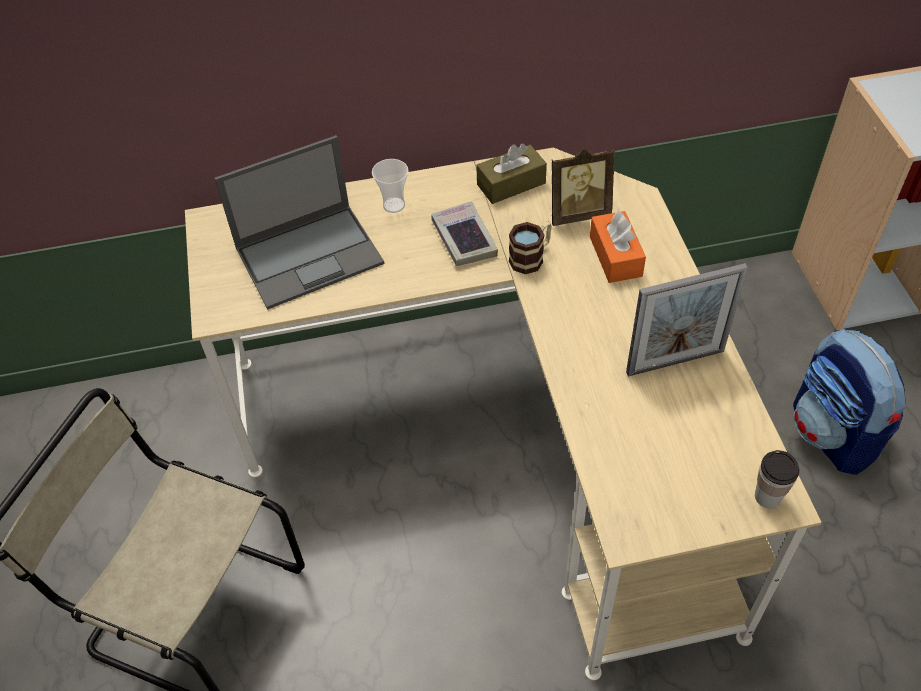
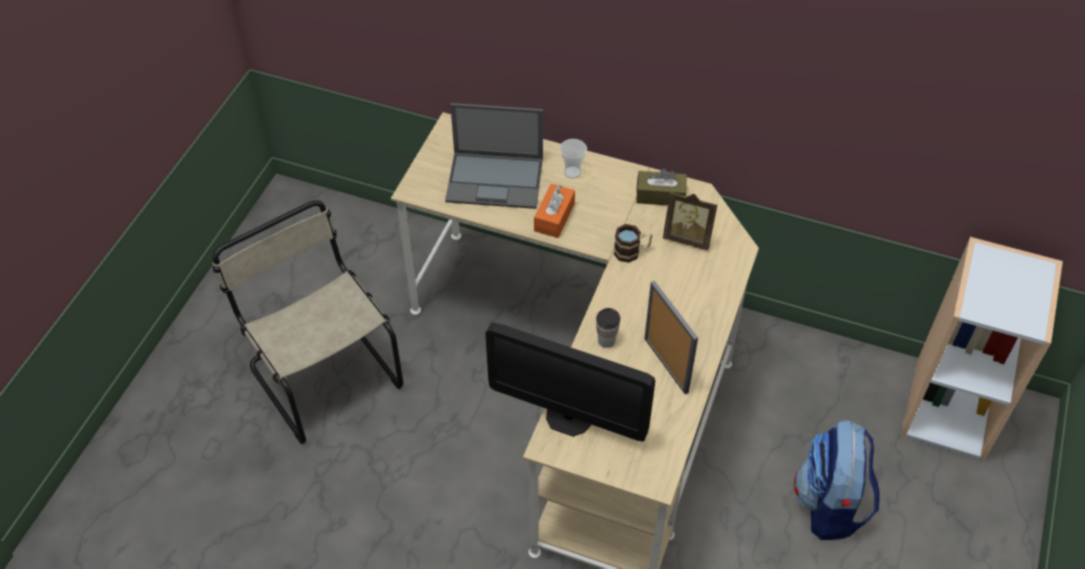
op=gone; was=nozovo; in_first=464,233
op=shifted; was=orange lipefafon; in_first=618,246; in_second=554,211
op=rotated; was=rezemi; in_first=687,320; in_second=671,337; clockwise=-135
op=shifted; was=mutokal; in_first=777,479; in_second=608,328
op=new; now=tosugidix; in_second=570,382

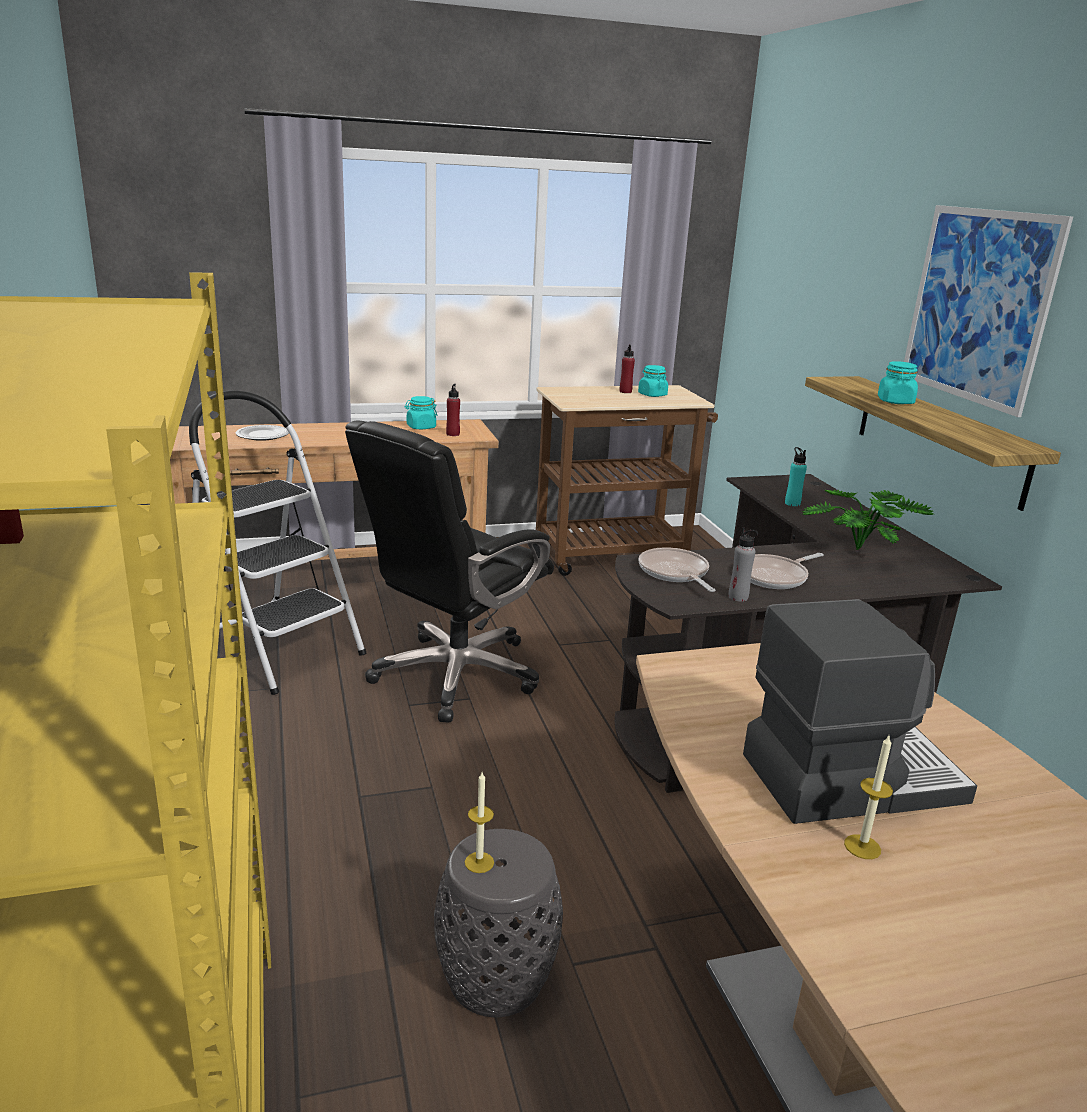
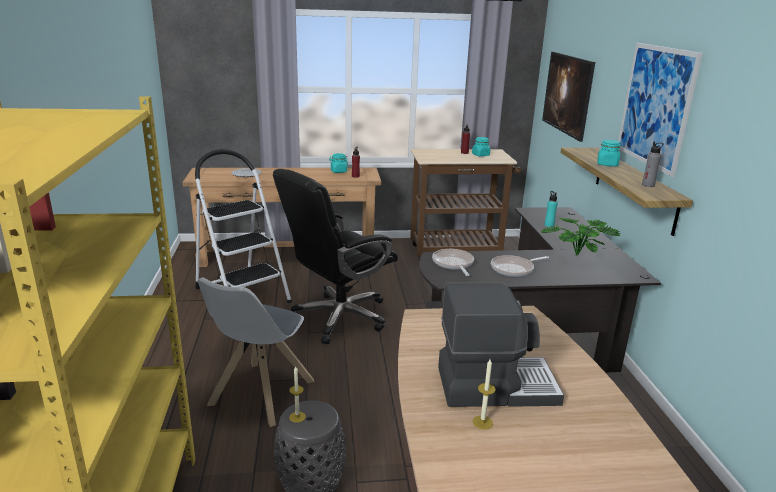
op=shifted; was=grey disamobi; in_first=743,564; in_second=652,164
op=new; now=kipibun; in_second=568,97
op=new; now=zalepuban; in_second=256,352

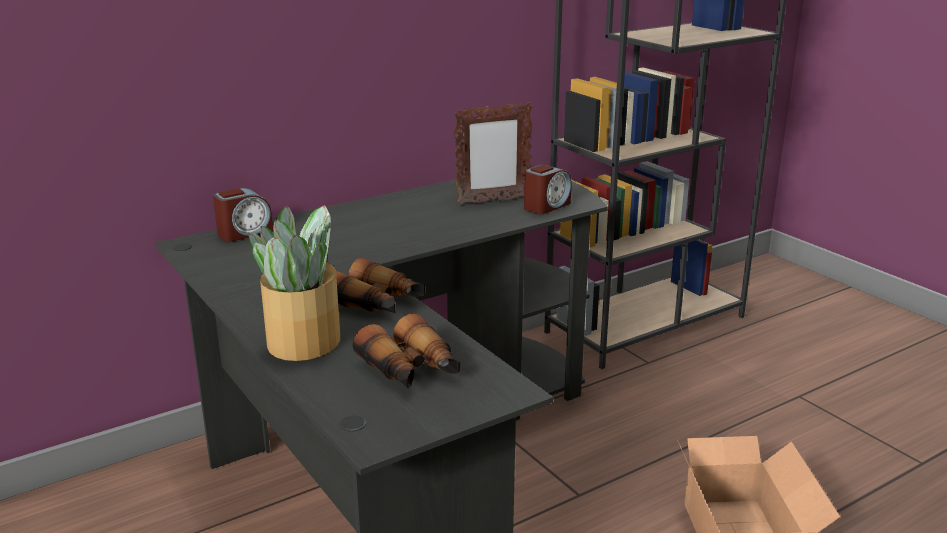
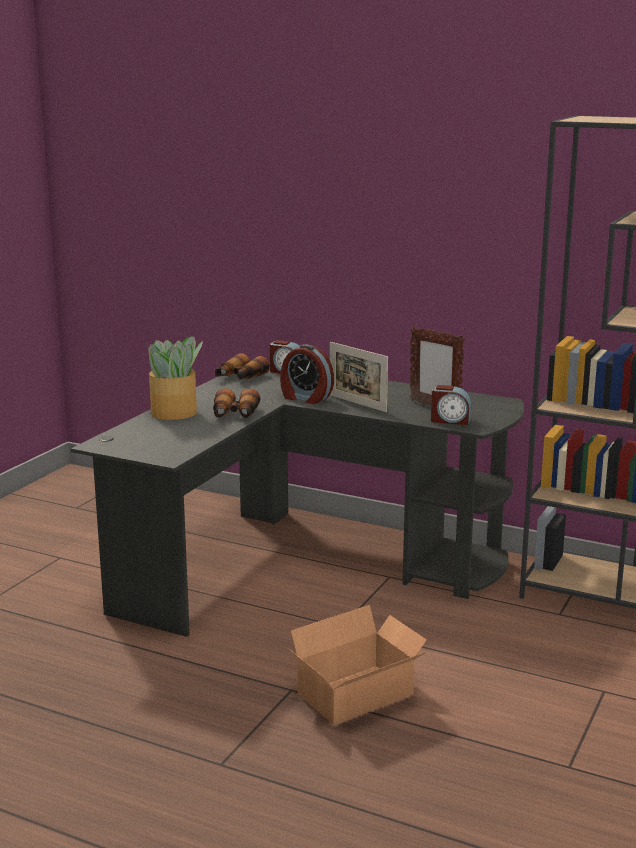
op=shifted; was=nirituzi; in_first=406,351; in_second=242,366
op=new; now=rezemi; in_second=359,377
op=new; now=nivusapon; in_second=307,374

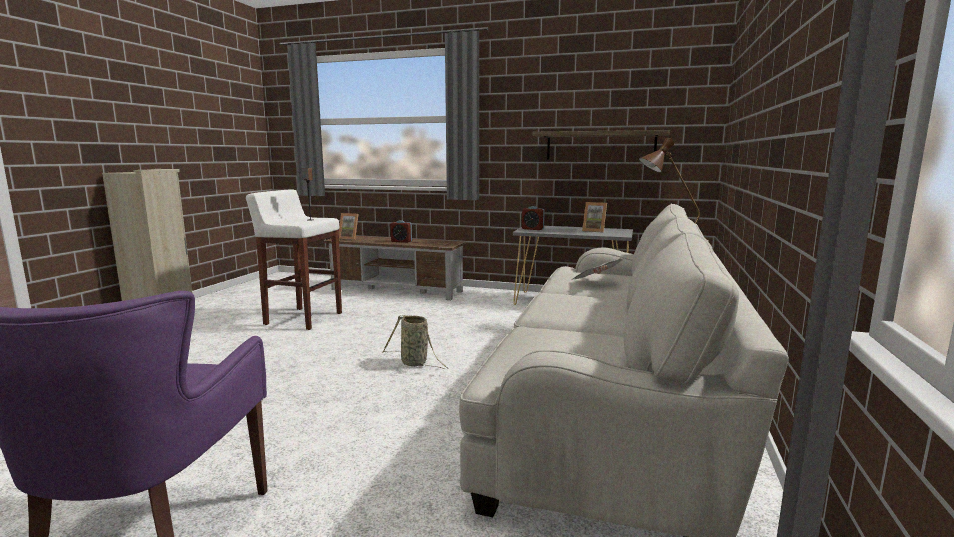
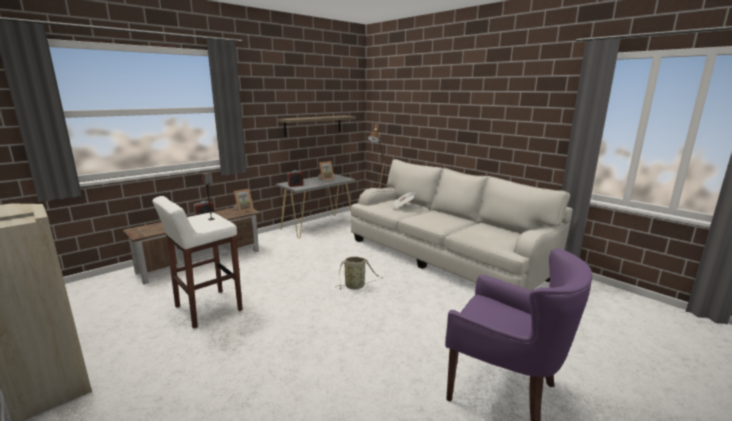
op=shifted; was=rezemi; in_first=348,226; in_second=244,201

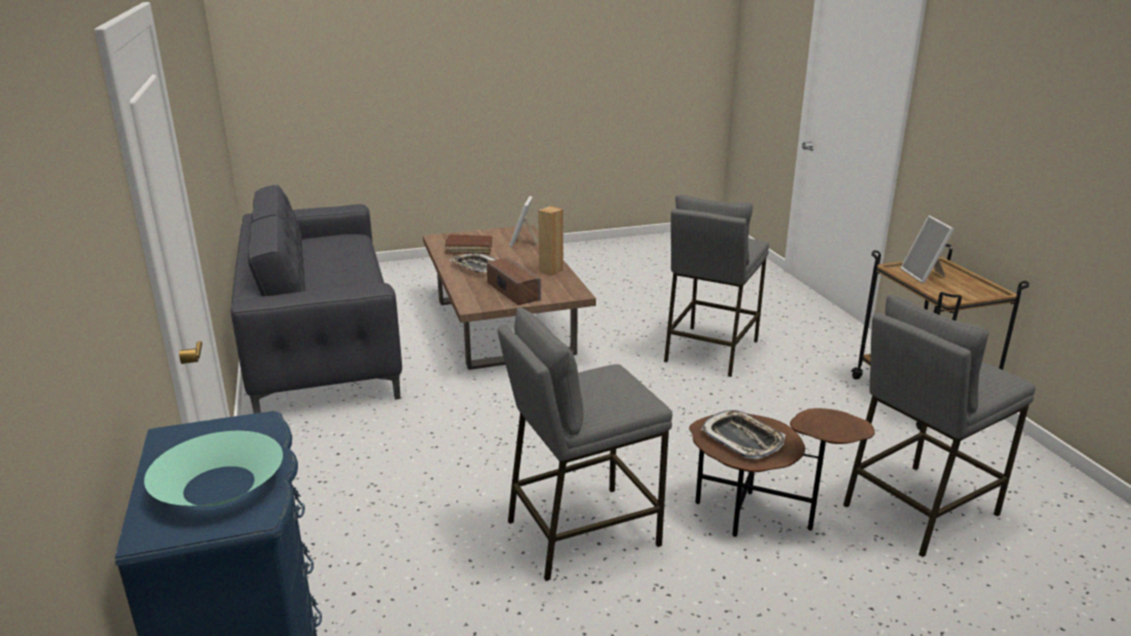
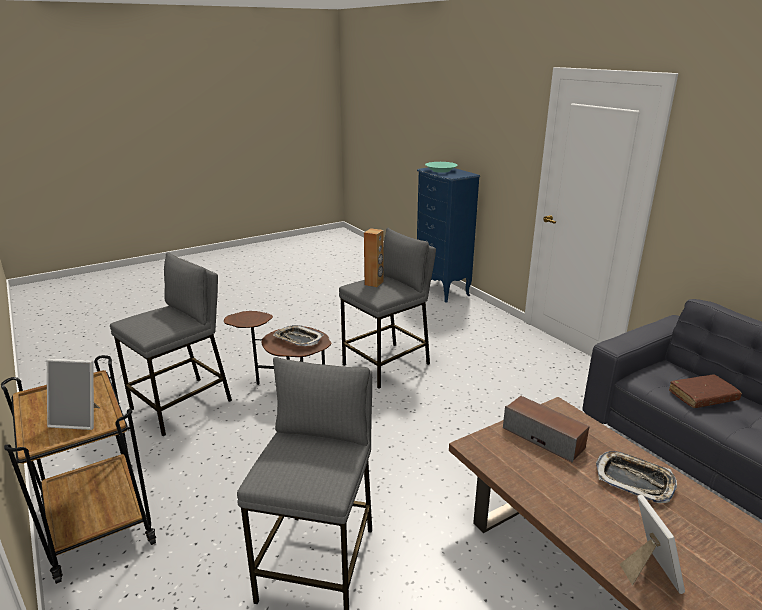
op=shifted; was=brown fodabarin; in_first=550,241; in_second=374,257
op=rotated; was=rezemi; in_first=927,250; in_second=73,394; clockwise=120
op=shifted; was=brown nozovo; in_first=468,244; in_second=705,391

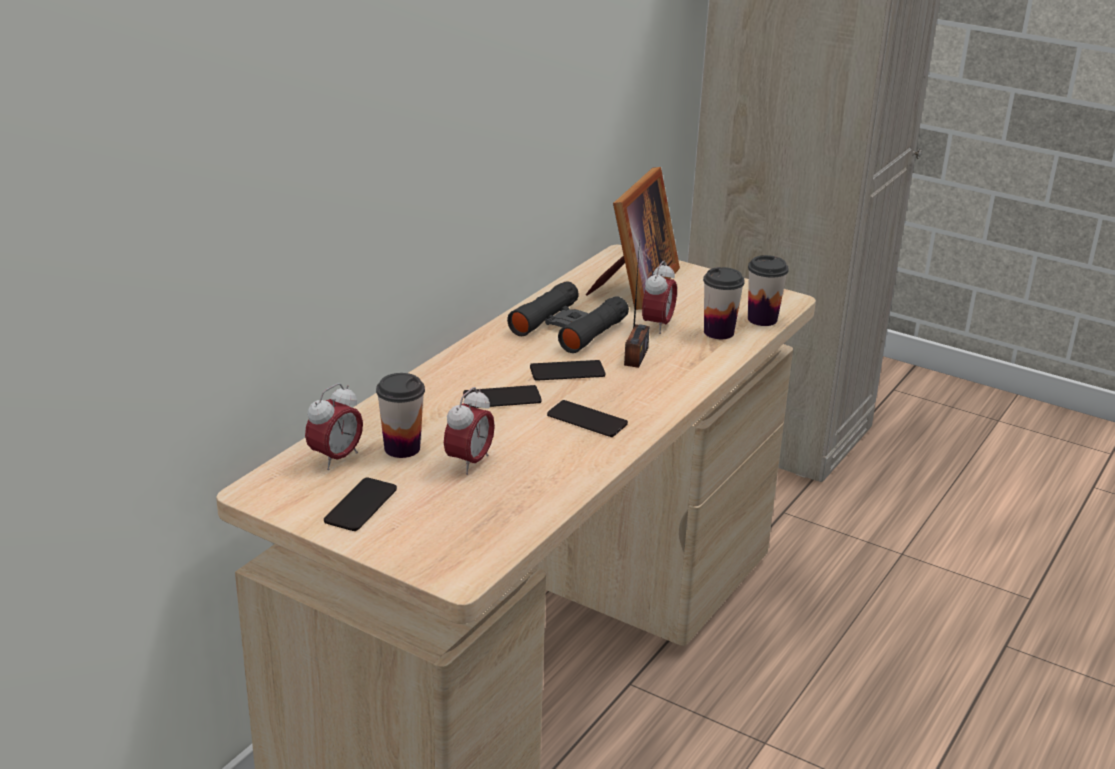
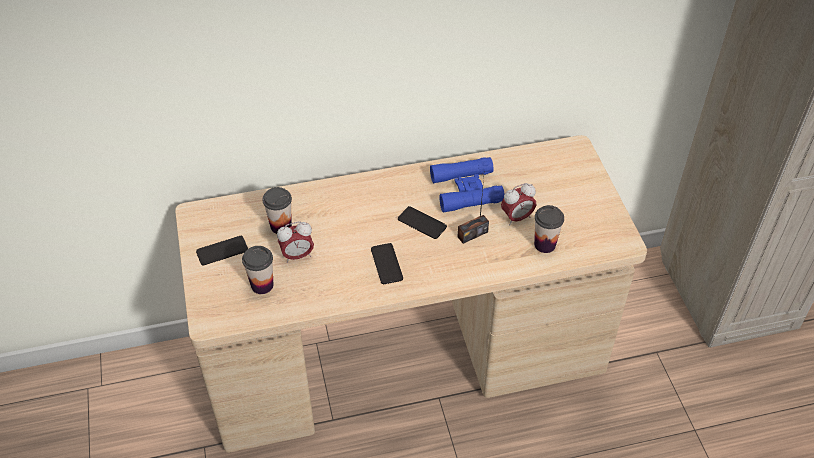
op=gone; was=rezemi; in_first=633,238
op=shifted; was=mutokal; in_first=768,290; in_second=258,270
op=repainted; was=black nirituzi; now=blue nirituzi; in_first=568,317; in_second=467,185
op=gone; was=nivusapon; in_first=334,426
op=gone; was=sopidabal; in_first=502,396

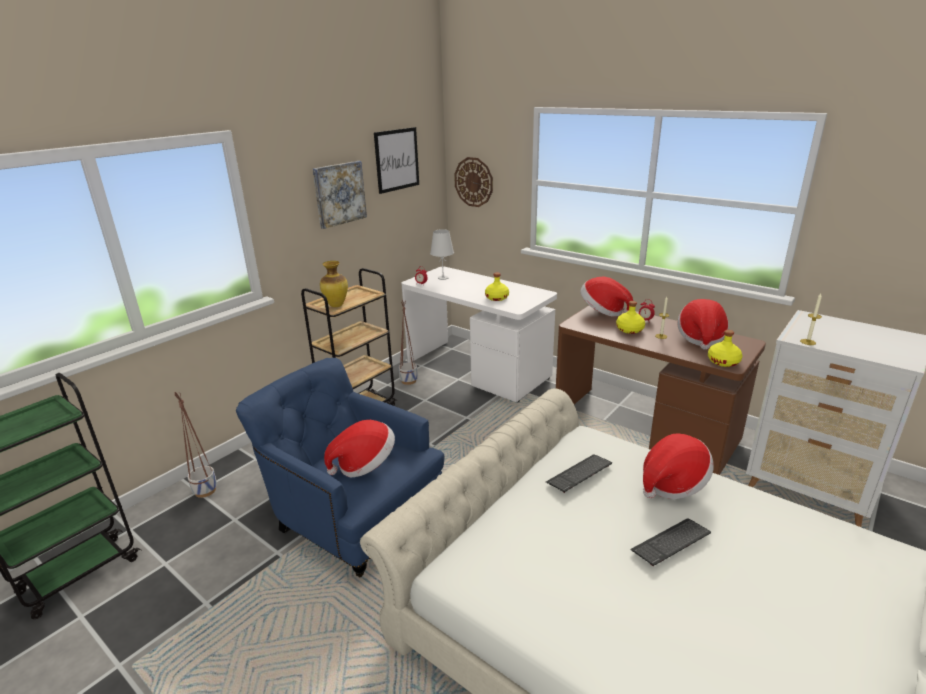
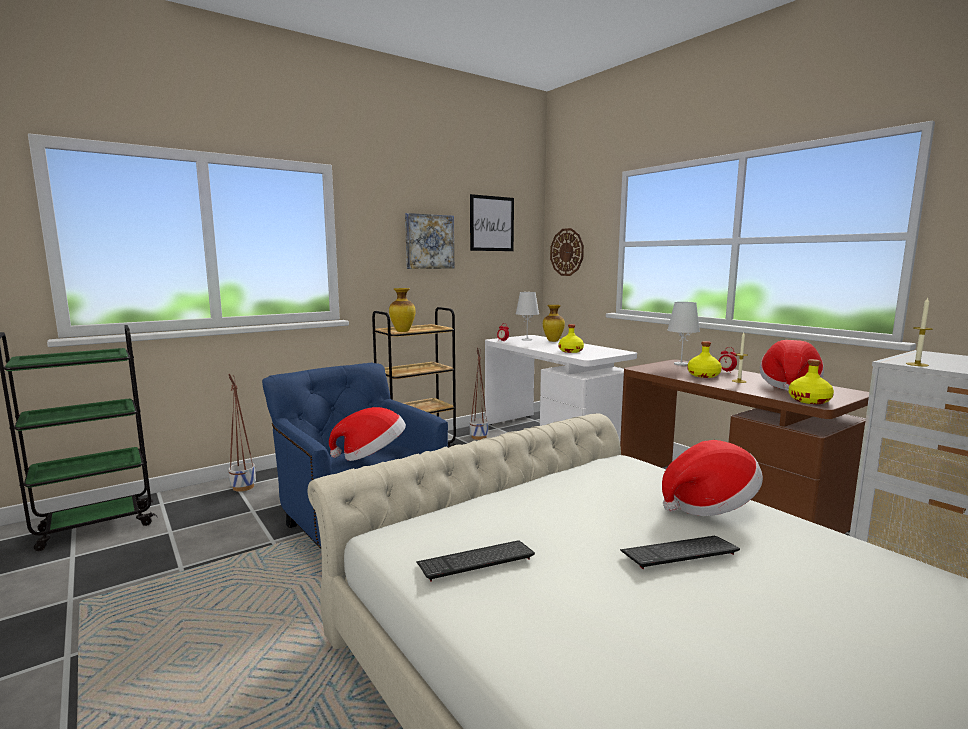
op=swapped; was=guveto; now=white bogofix; in_first=606,297; in_second=683,334
op=shifted; was=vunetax; in_first=579,473; in_second=475,560
op=new; now=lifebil; in_second=554,323

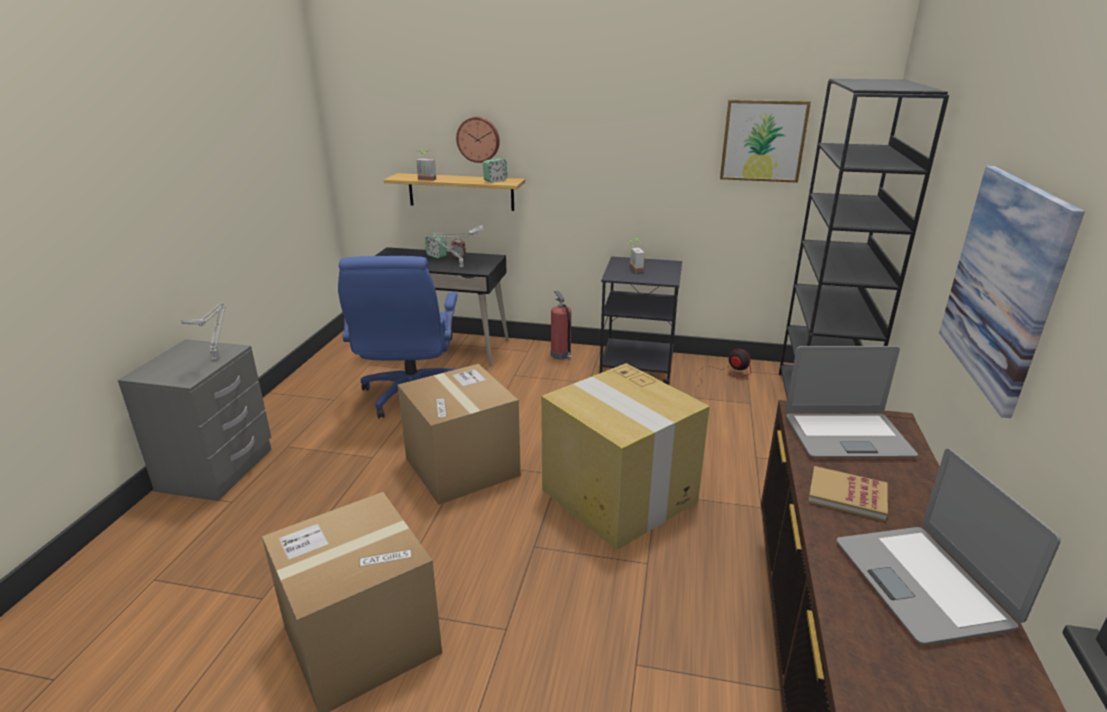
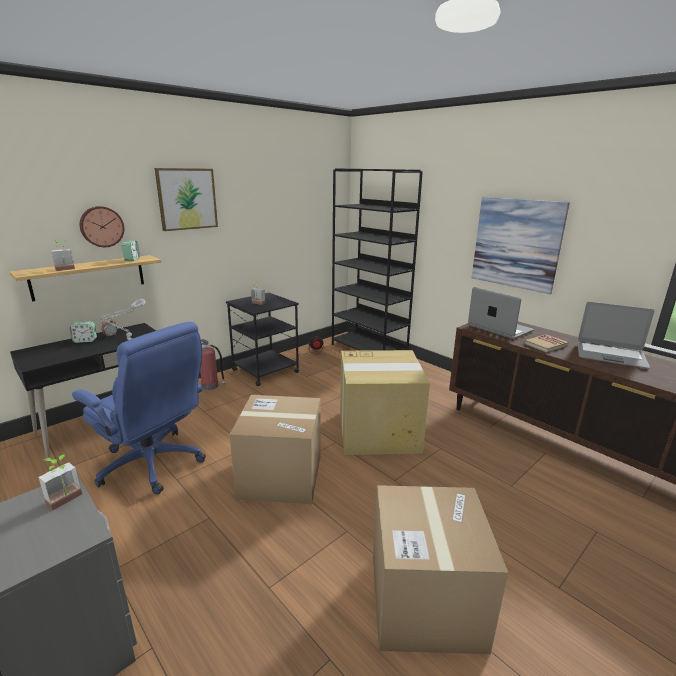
op=shifted; was=kipibun; in_first=765,141; in_second=186,199
op=swapped; was=grey bogofix; now=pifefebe; in_first=203,331; in_second=60,482
op=rotated; was=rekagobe; in_first=852,401; in_second=501,313; clockwise=-75

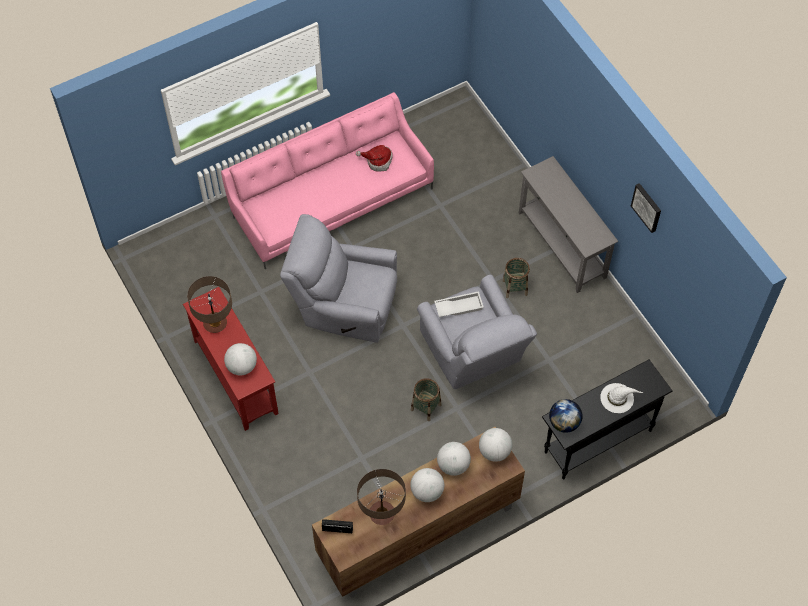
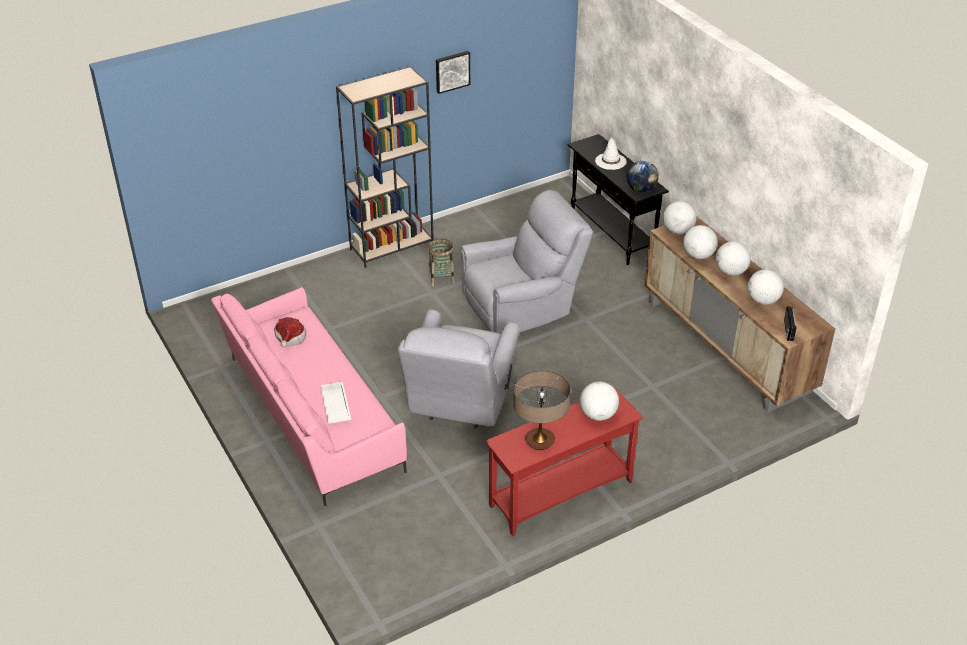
op=swapped; was=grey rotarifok; now=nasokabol; in_first=568,224; in_second=385,167
op=shifted; was=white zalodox; in_first=459,304; in_second=335,403
op=gone; was=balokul; in_first=426,399
op=swapped; was=bogofix; now=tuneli; in_first=381,497; in_second=766,287

